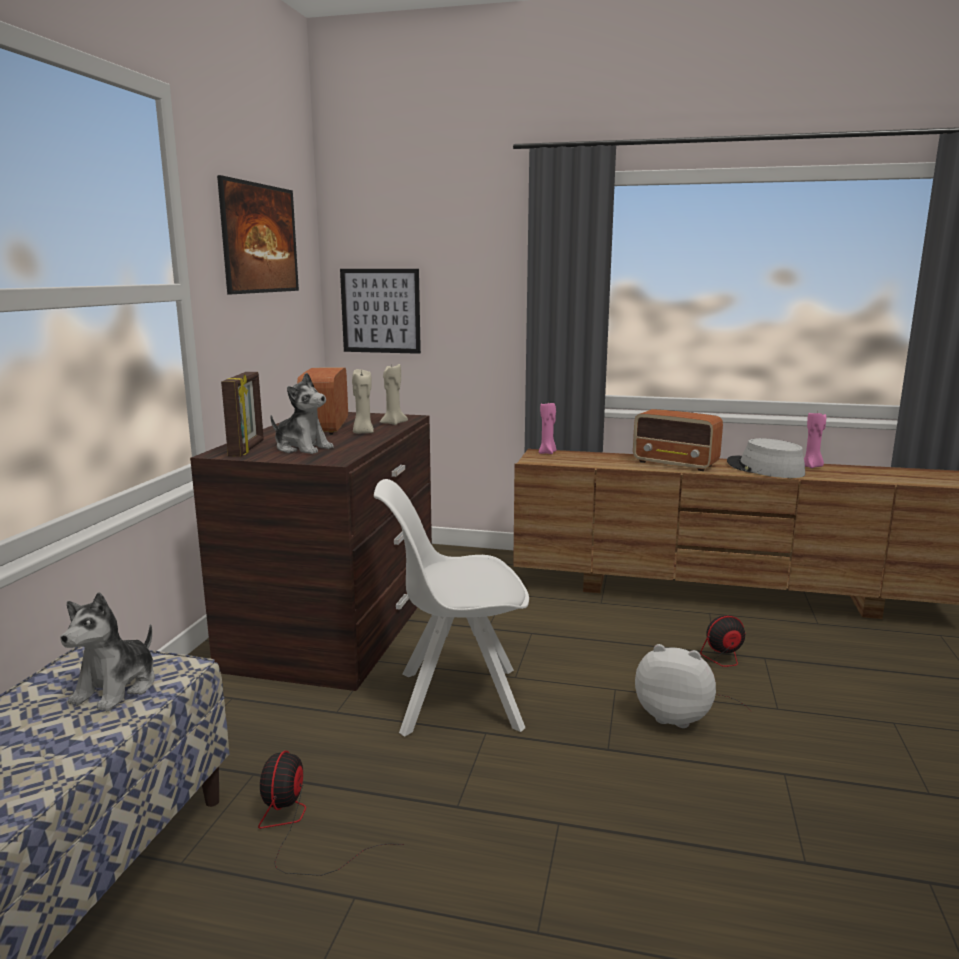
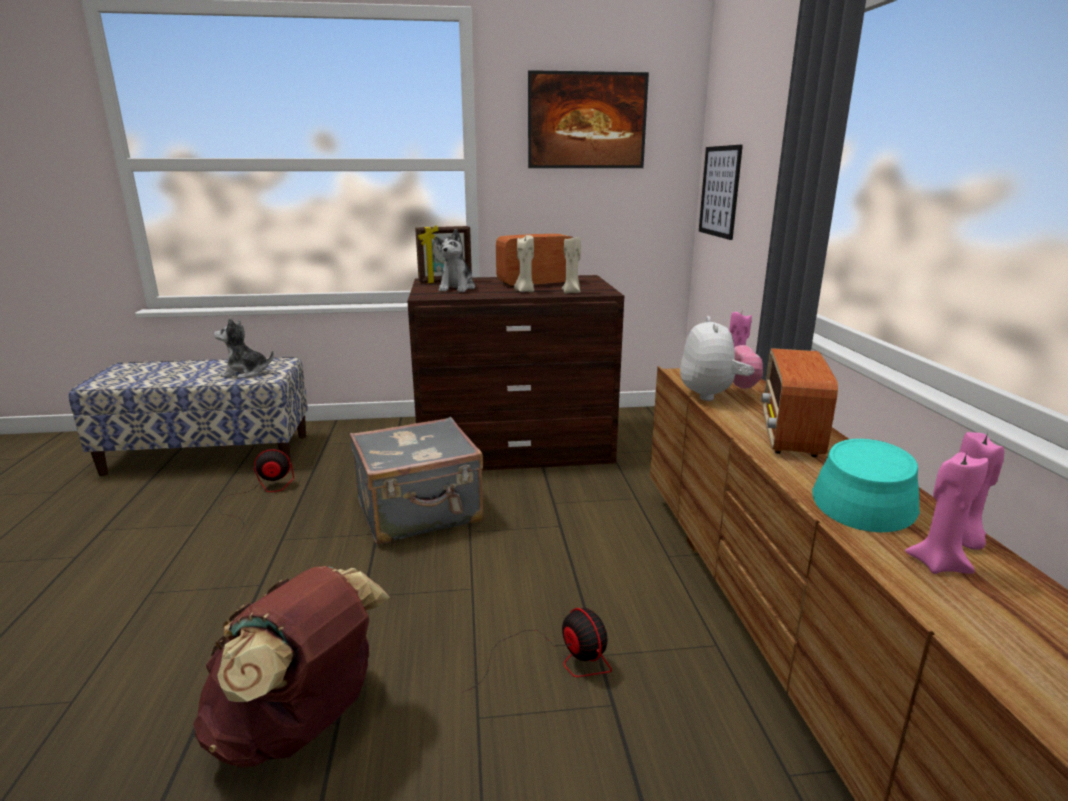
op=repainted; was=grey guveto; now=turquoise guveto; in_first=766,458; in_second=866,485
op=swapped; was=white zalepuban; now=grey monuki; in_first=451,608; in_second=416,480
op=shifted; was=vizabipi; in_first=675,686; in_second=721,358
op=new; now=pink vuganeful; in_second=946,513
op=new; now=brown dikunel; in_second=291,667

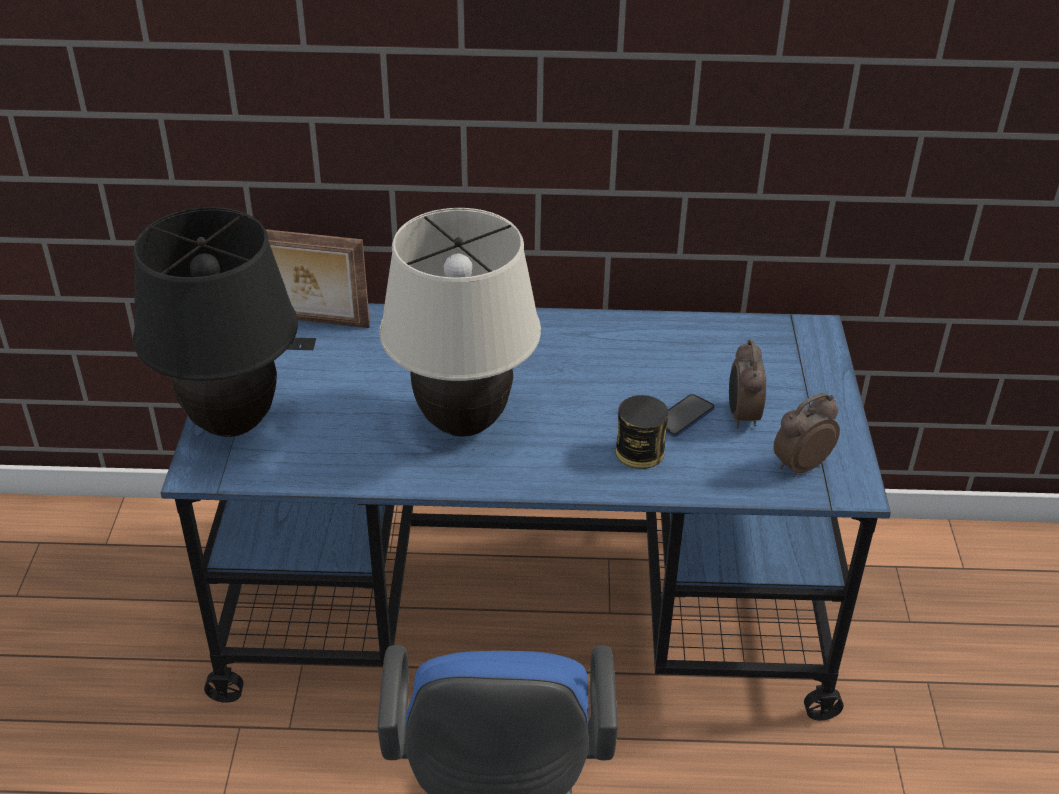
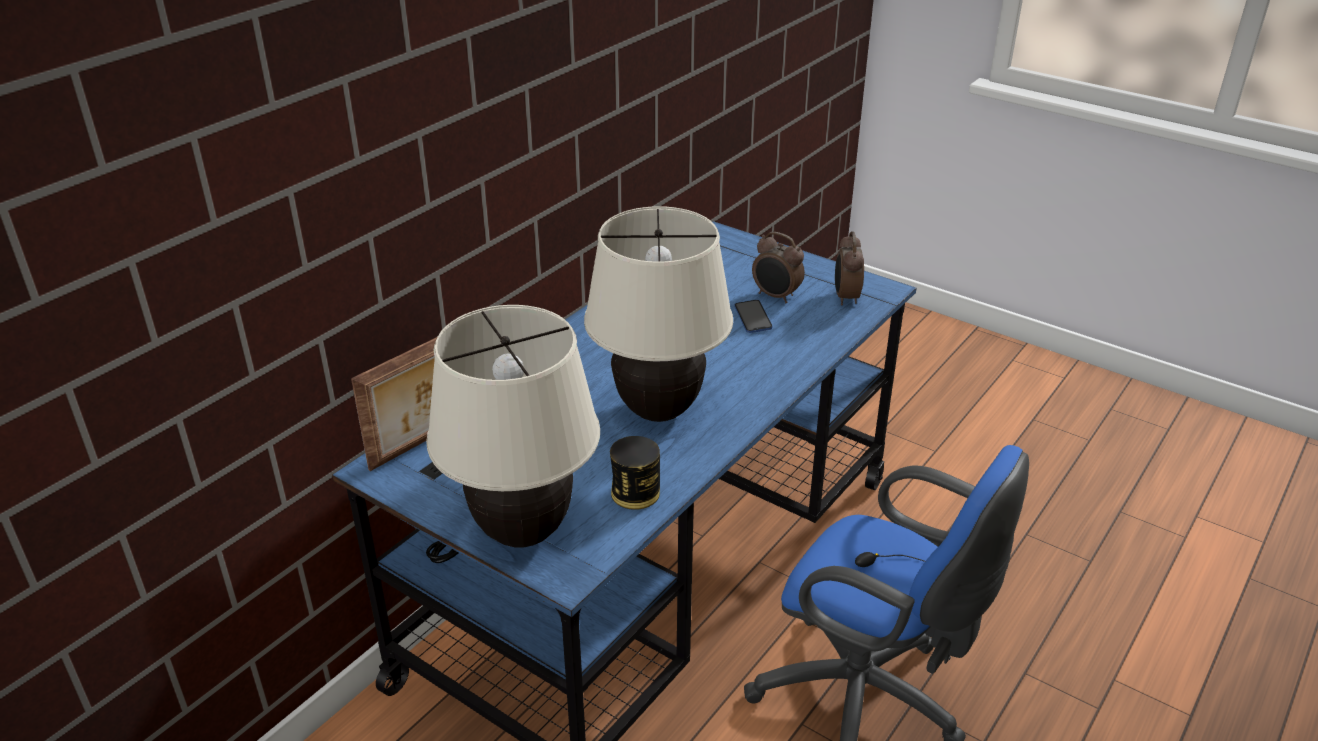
op=repainted; was=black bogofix; now=beige bogofix; in_first=215,322; in_second=513,426
op=shifted; was=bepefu; in_first=642,432; in_second=635,473

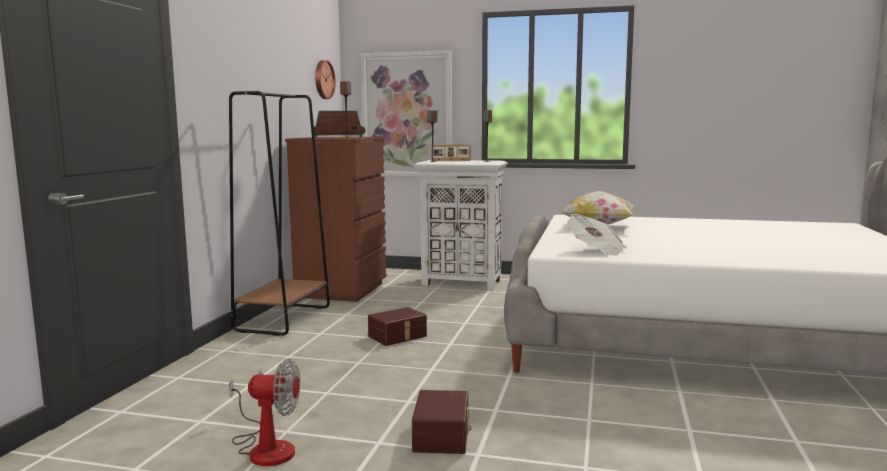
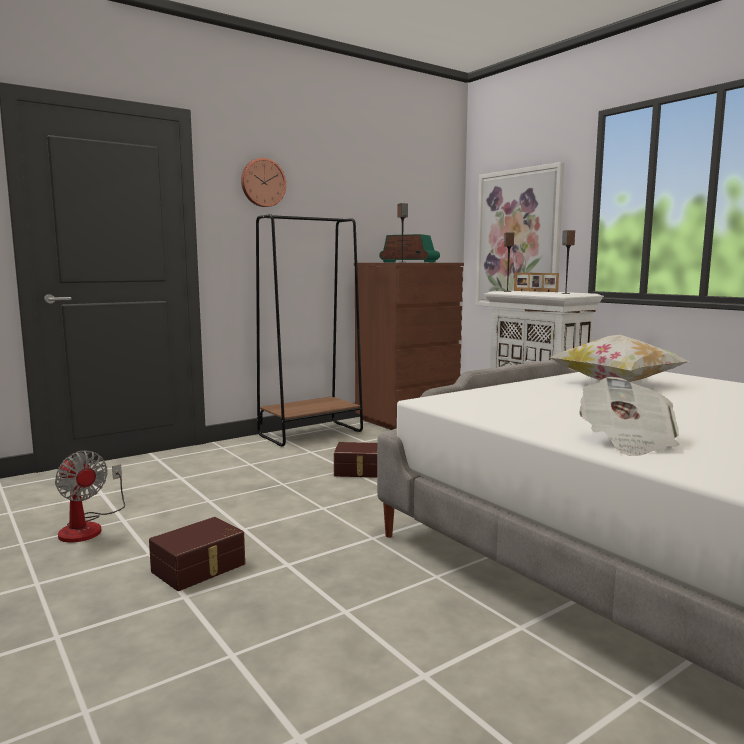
op=shifted; was=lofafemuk; in_first=325,79; in_second=263,182
op=shifted; was=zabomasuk; in_first=596,235; in_second=629,416

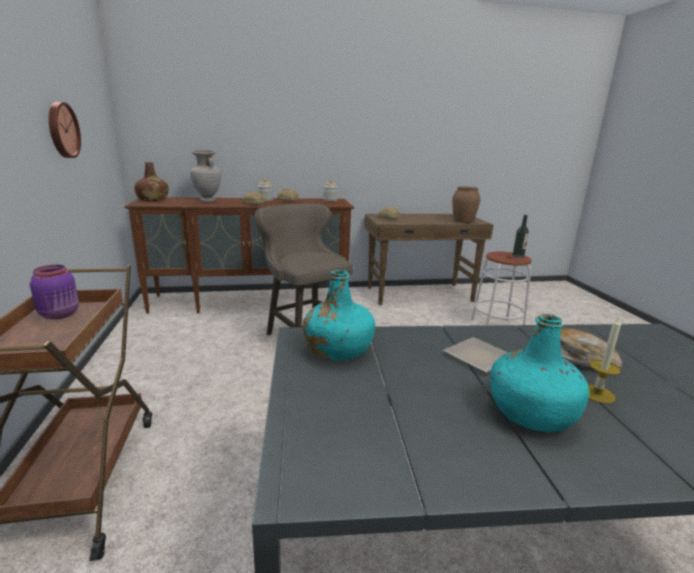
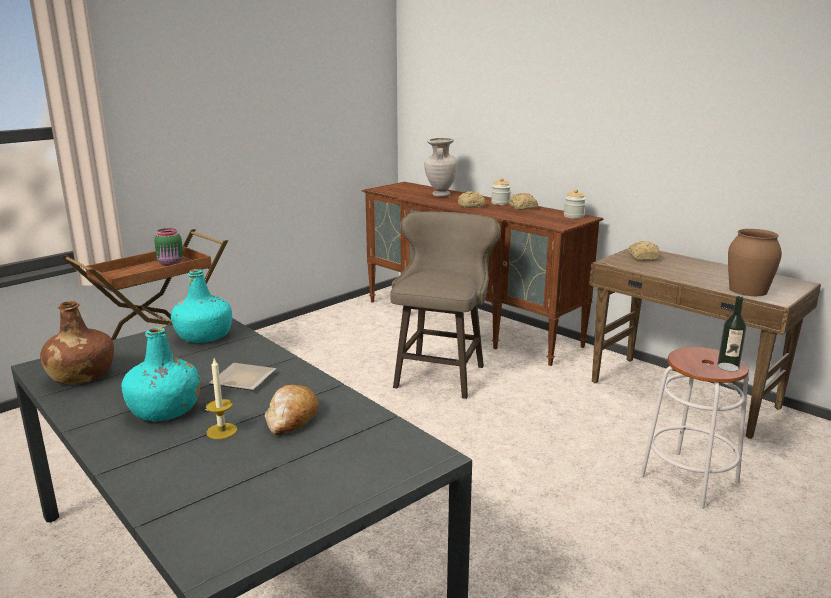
op=gone; was=lofafemuk; in_first=65,130
op=shifted; was=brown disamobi; in_first=151,181; in_second=77,343
op=repainted; was=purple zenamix; now=green zenamix; in_first=54,292; in_second=169,247

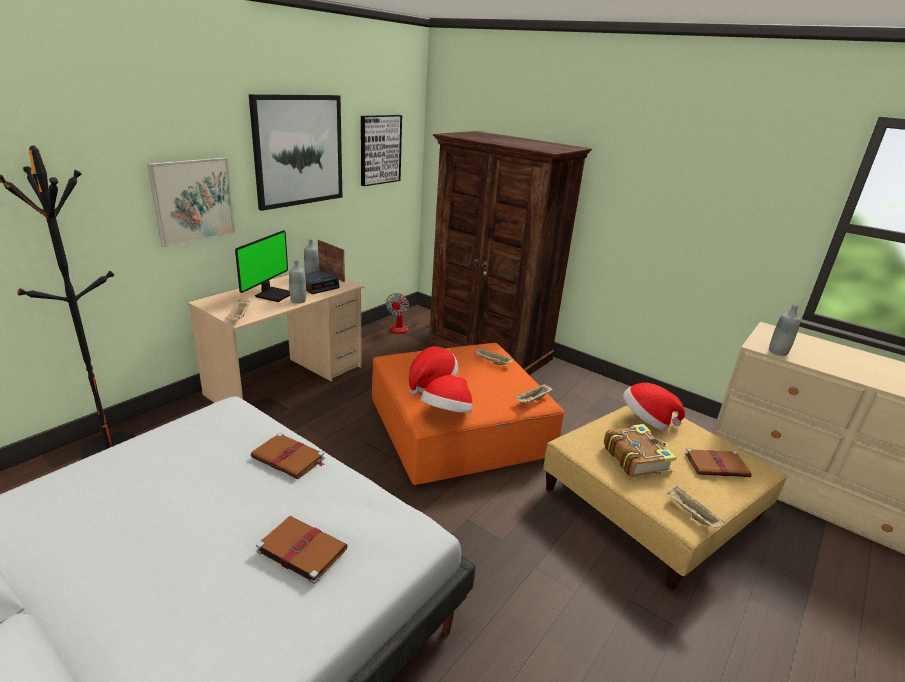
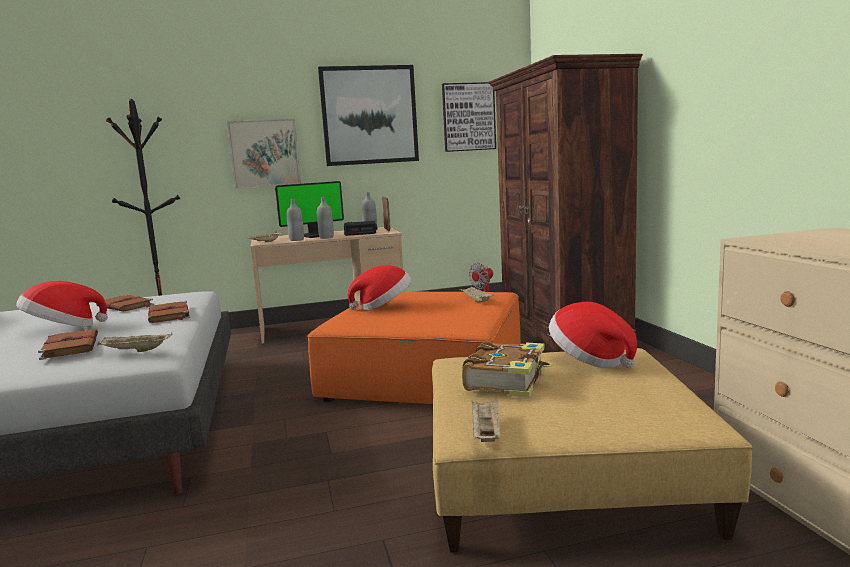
op=shifted; was=grey disamobi; in_first=785,330; in_second=295,220
op=shifted; was=guveto; in_first=447,394; in_second=62,304
op=shifted; was=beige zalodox; in_first=533,393; in_second=135,342
op=shifted; was=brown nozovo; in_first=718,462; in_second=125,302

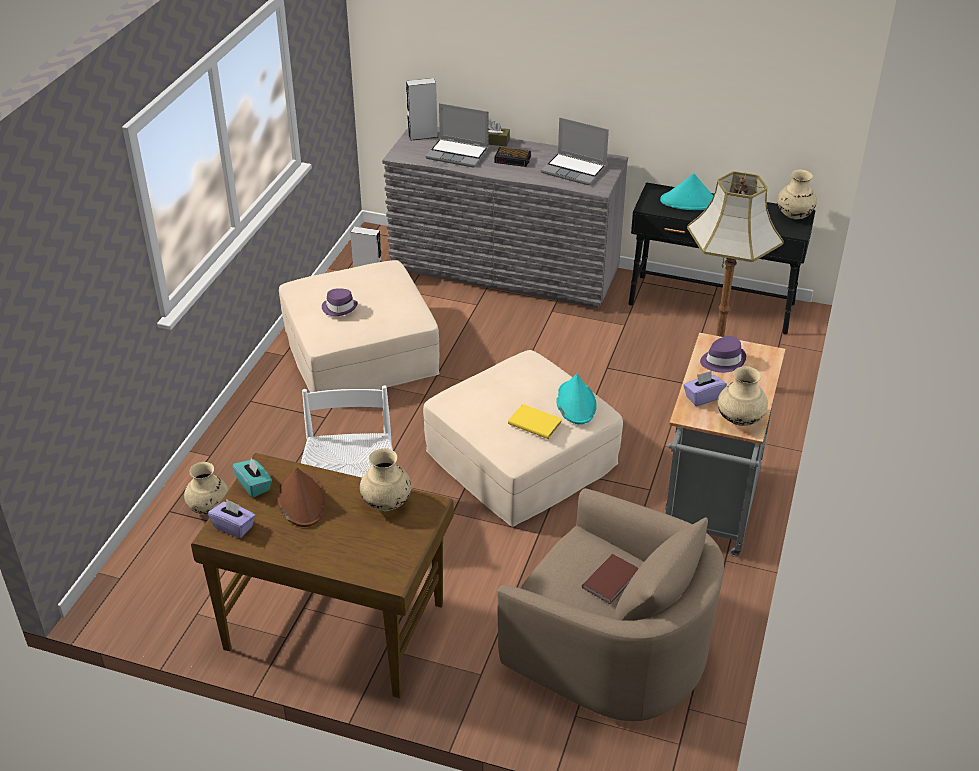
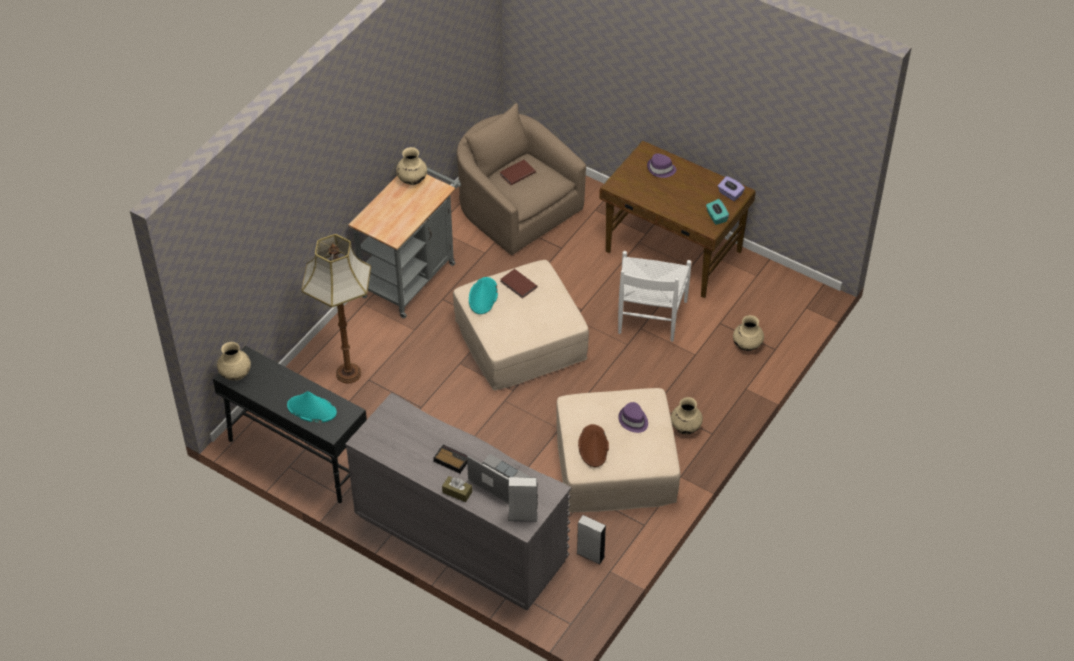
op=gone; was=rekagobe; in_first=575,151
op=shifted; was=purple guveto; in_first=723,354; in_second=661,165
op=gone; was=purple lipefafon; in_first=705,388
op=repainted; was=yellow nozovo; now=brown nozovo; in_first=535,421; in_second=518,284
op=shifted; was=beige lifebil; in_first=386,479; in_second=687,415
op=shifted; was=brown guveto; in_first=302,497; in_second=593,445

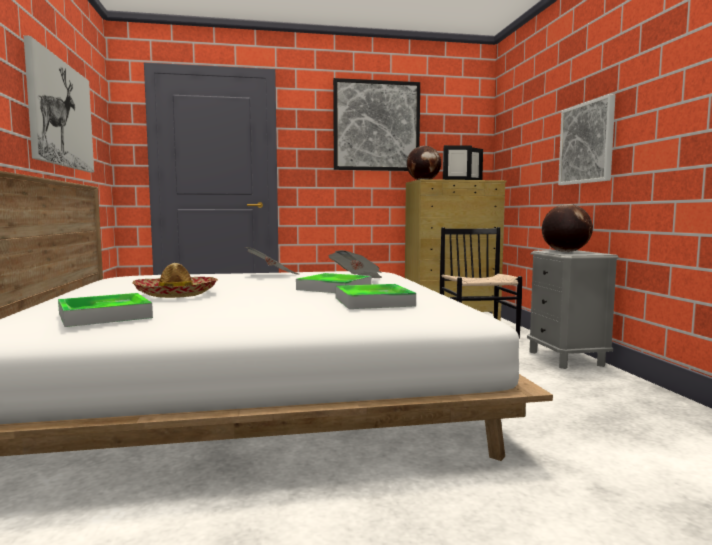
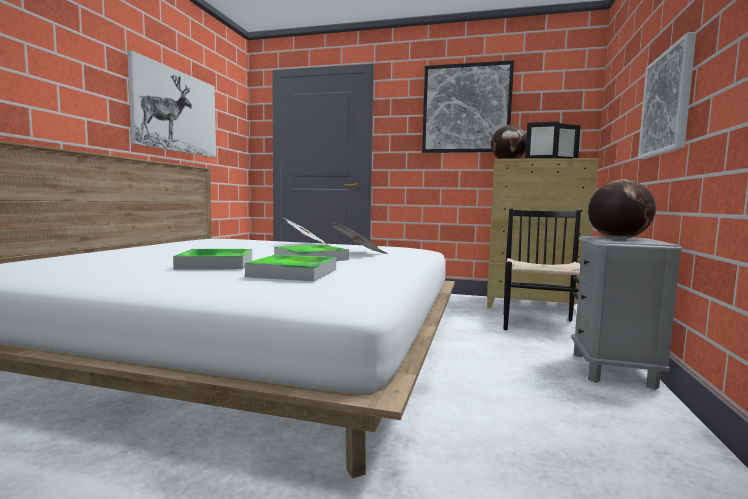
op=gone; was=guveto; in_first=175,280
op=shifted; was=zalodox; in_first=105,310; in_second=212,259

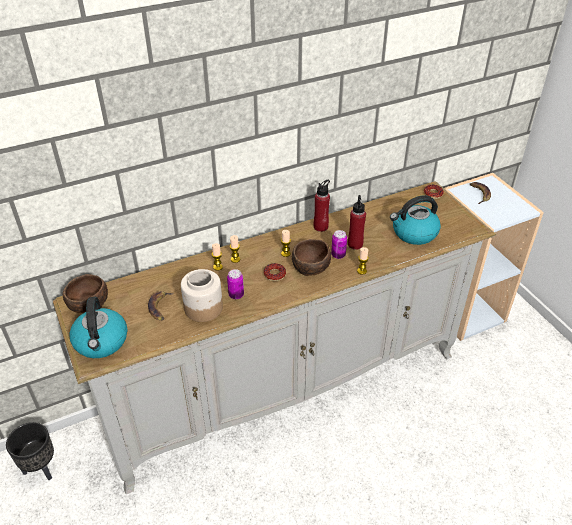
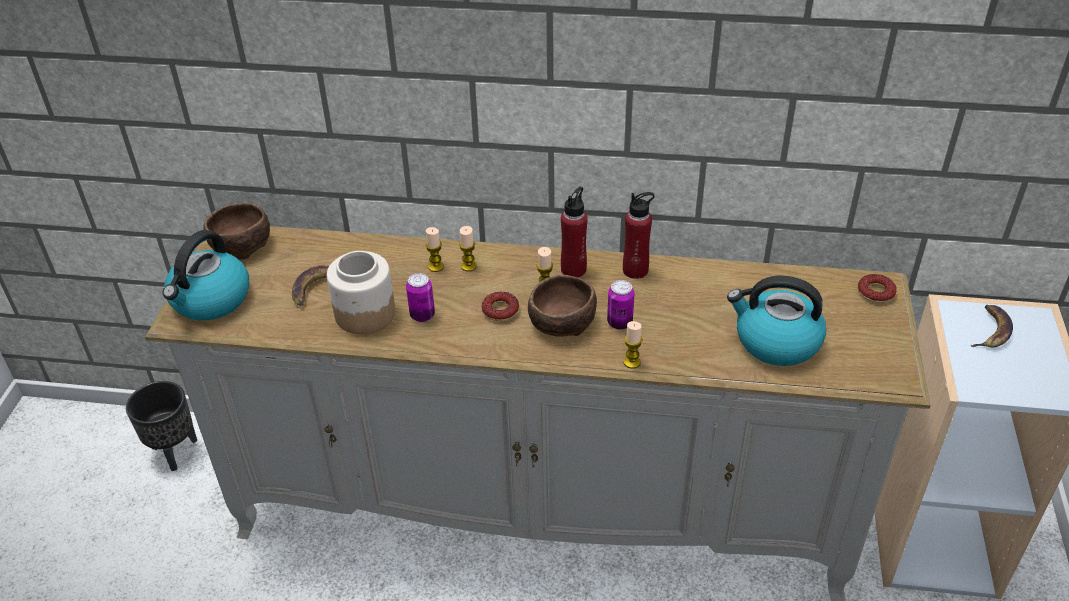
op=shifted; was=red disamobi; in_first=357,222; in_second=574,232

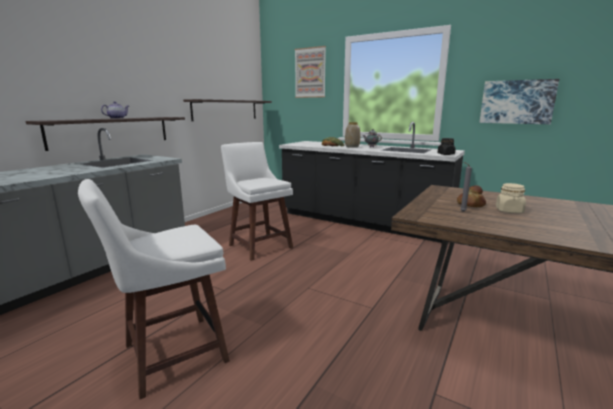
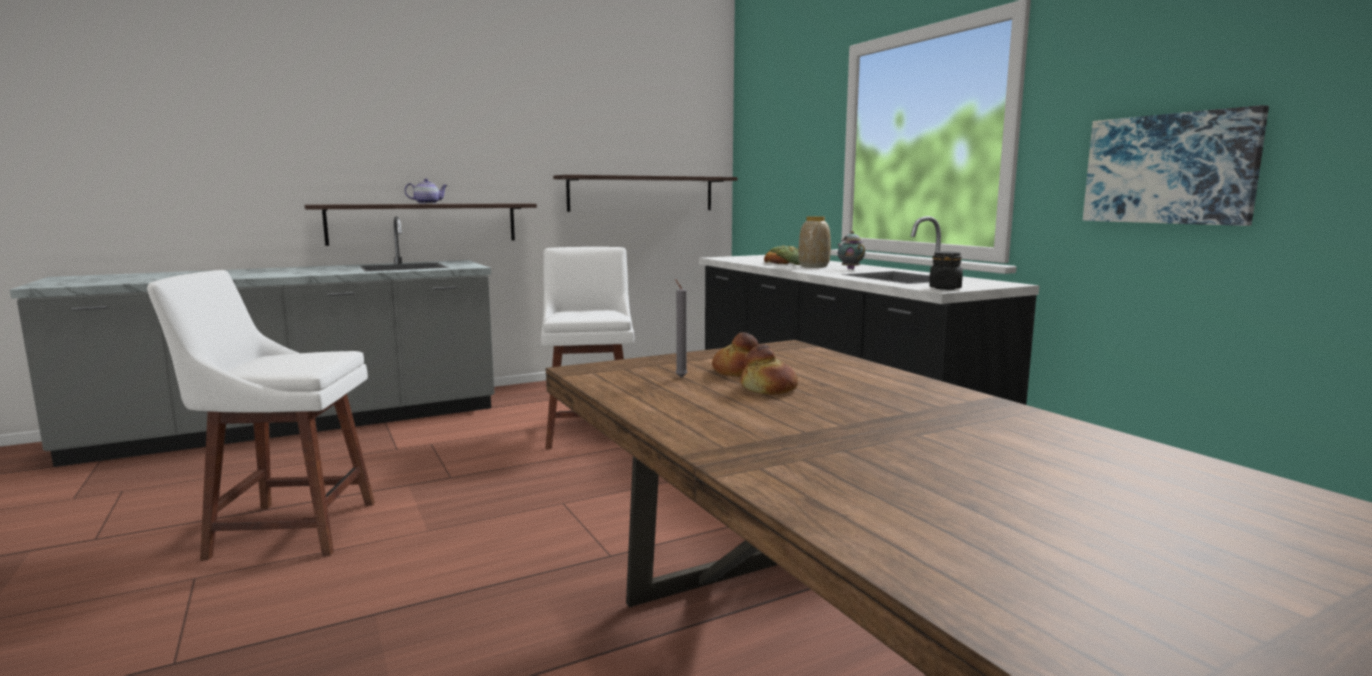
op=gone; was=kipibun; in_first=310,72
op=swapped; was=beige zenamix; now=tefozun; in_first=511,198; in_second=769,369

